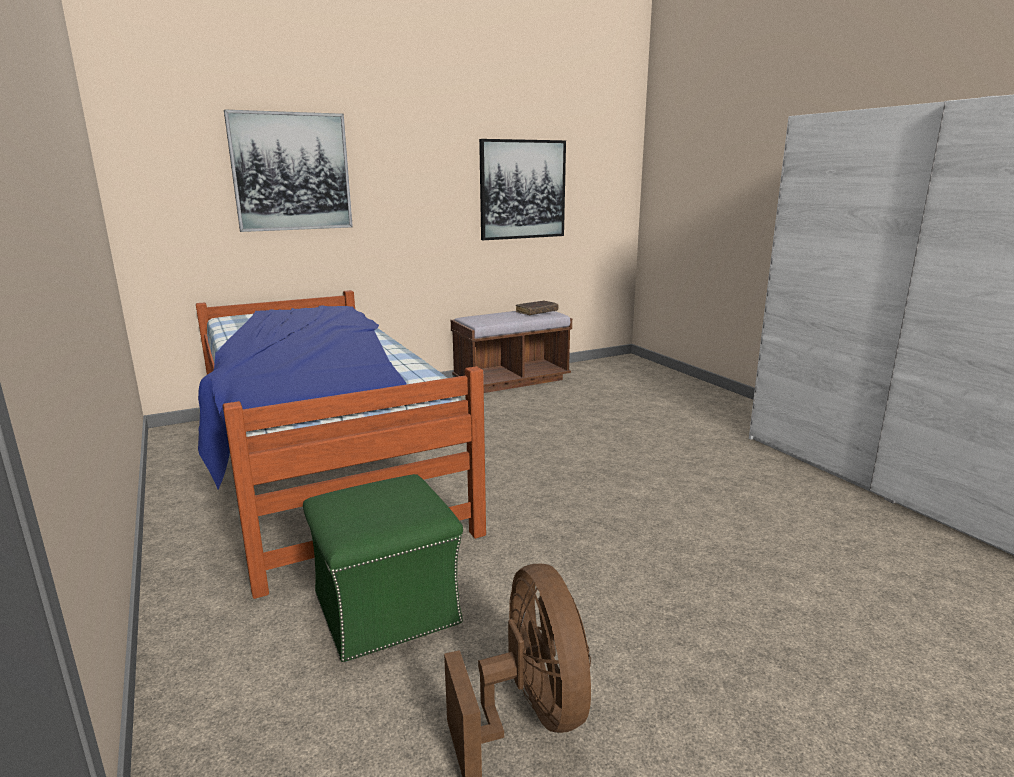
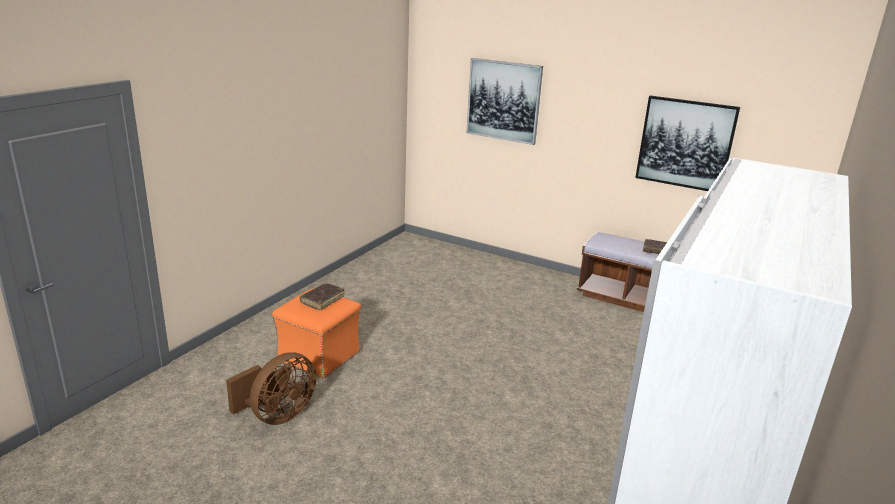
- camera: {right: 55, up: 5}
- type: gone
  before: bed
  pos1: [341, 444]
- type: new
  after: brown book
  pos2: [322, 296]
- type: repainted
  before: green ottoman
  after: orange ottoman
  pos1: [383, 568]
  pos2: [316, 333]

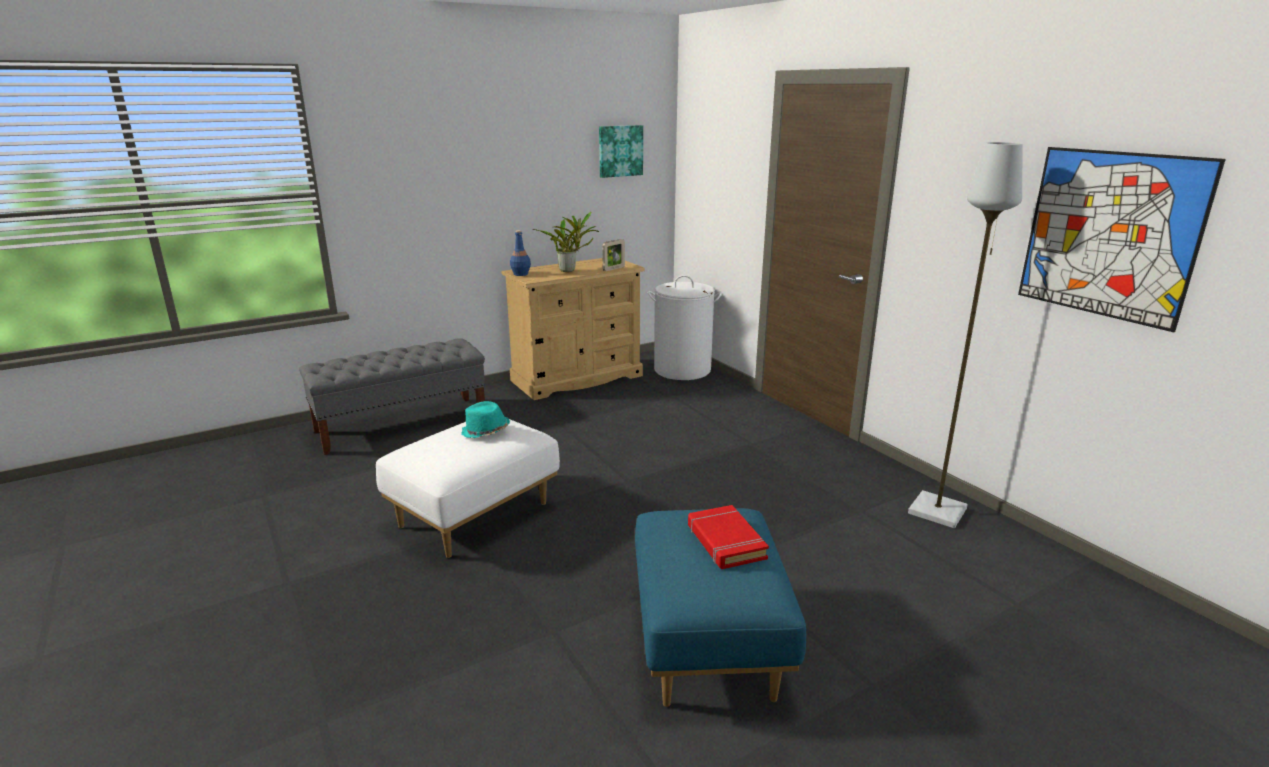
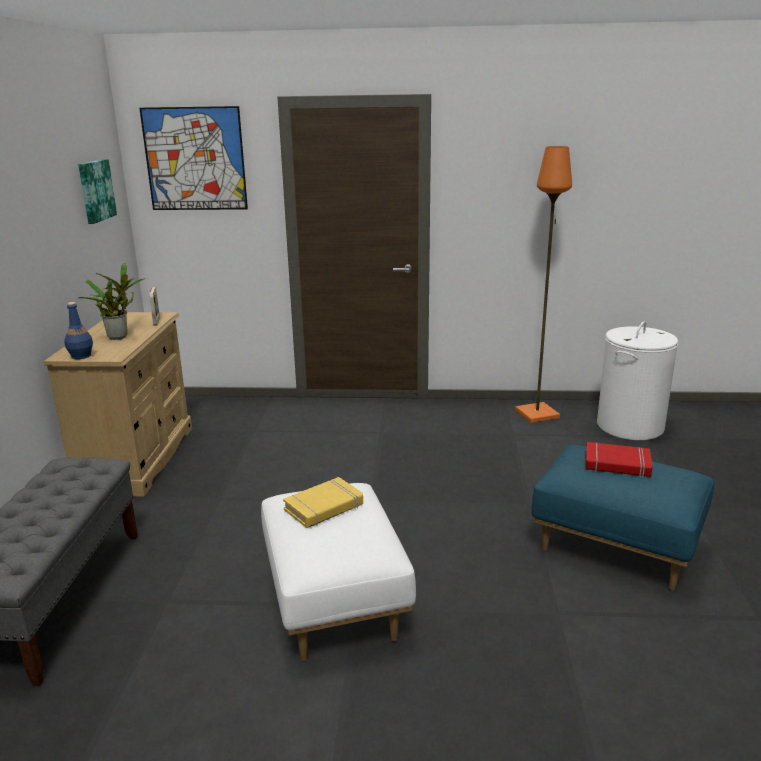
- camera: {right: -55, up: 0}
- type: shifted
  before: white laundry basket
  pos1: [685, 327]
  pos2: [637, 380]
- type: shifted
  before: picture
  pos1: [1122, 239]
  pos2: [193, 158]
- type: swapped
  before: turquoise hat
  after: yellow book
  pos1: [486, 419]
  pos2: [323, 502]
- type: repainted
  before: grey floor lamp
  after: orange floor lamp
  pos1: [965, 335]
  pos2: [543, 284]

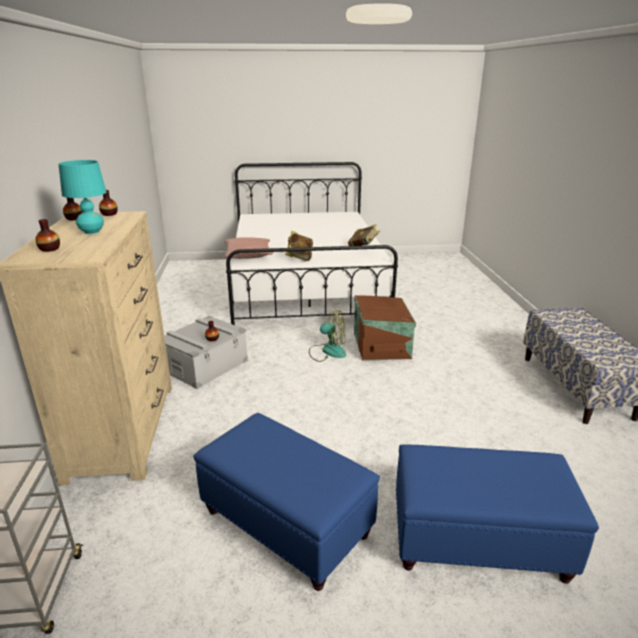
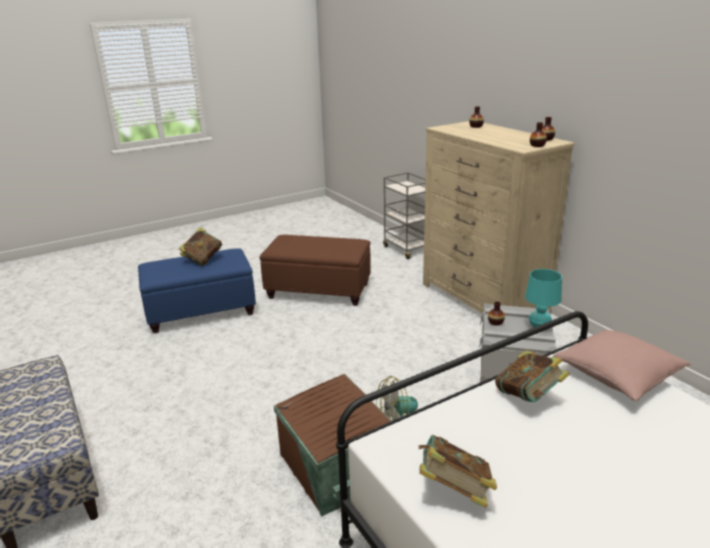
- camera: {right: 155, up: 0}
- type: new
  after: book
  pos2: [200, 247]
- type: shifted
  before: turquoise table lamp
  pos1: [82, 197]
  pos2: [543, 298]
- type: repainted
  before: blue ottoman
  after: brown ottoman
  pos1: [286, 502]
  pos2: [315, 270]

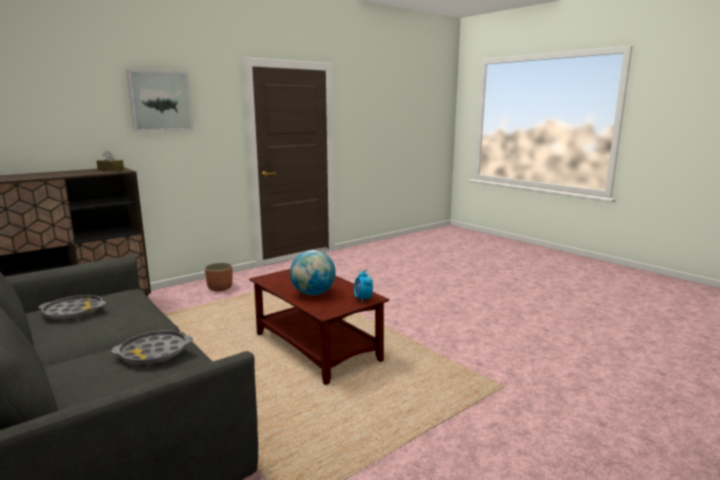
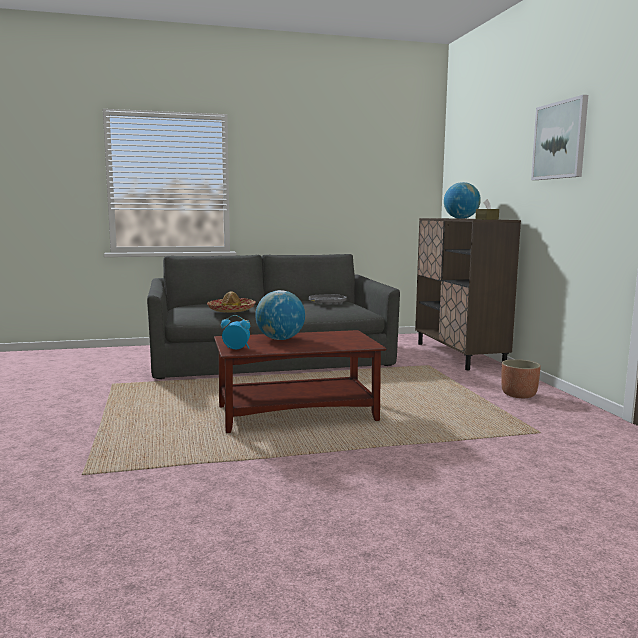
- camera: {right: 115, up: -5}
- type: new
  after: globe
  pos2: [462, 200]
- type: swapped
  before: grey tray
  after: hat
  pos1: [152, 347]
  pos2: [231, 301]

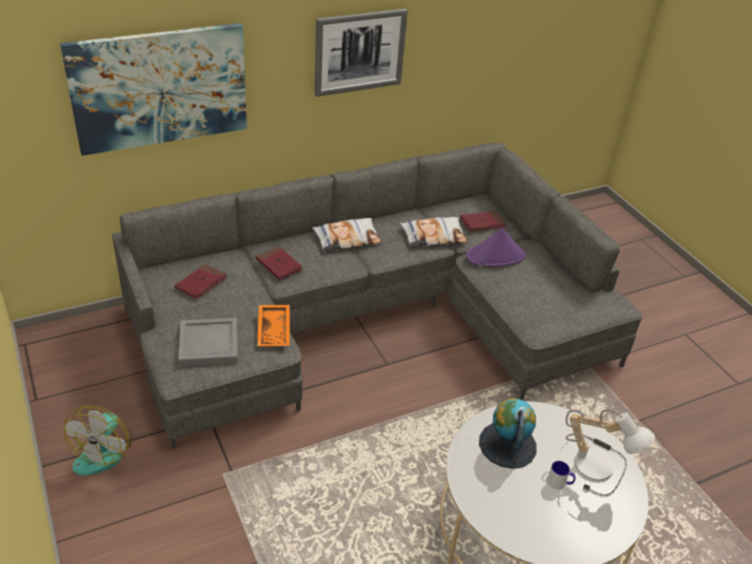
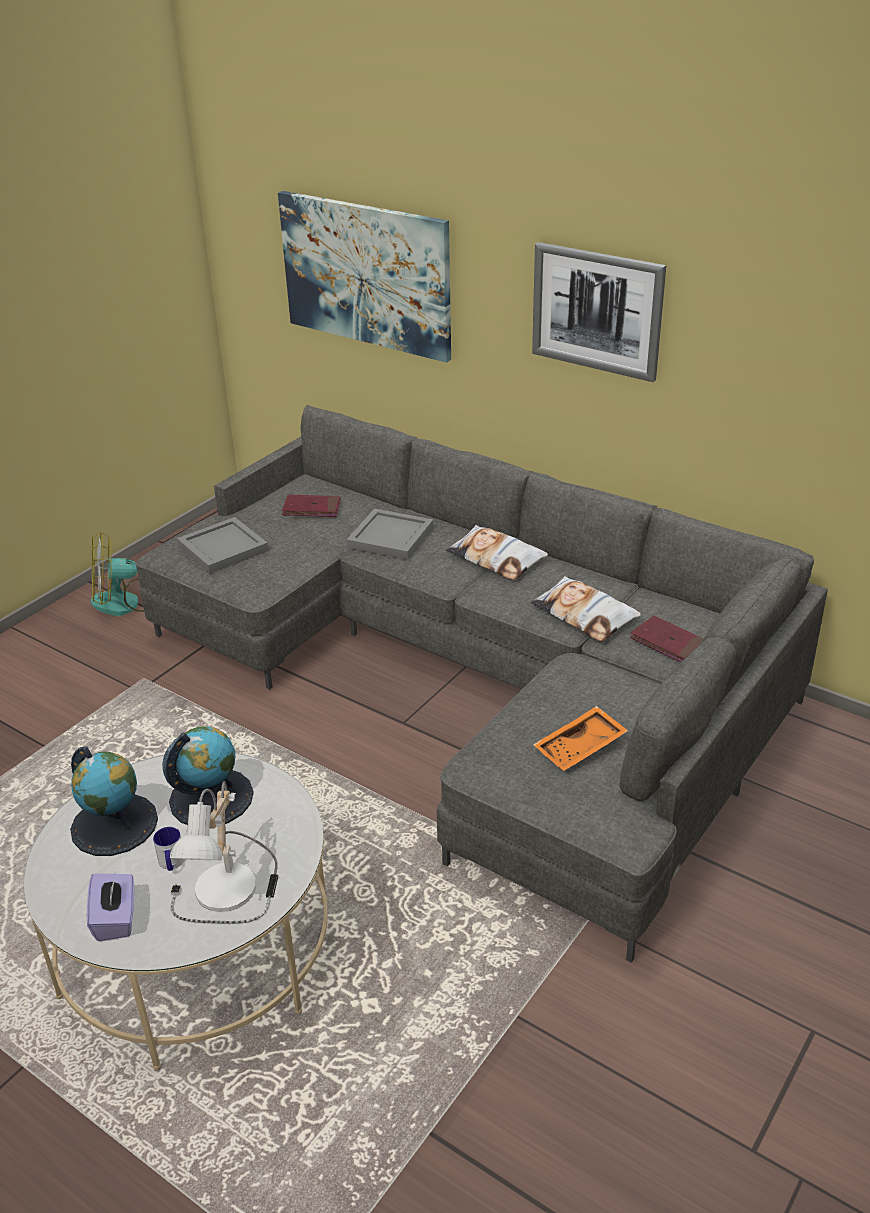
- camera: {right: 65, up: -5}
- type: gone
  before: purple hat
  pos1: [496, 247]
- type: new
  after: globe
  pos2: [114, 801]
- type: new
  after: purple tissue box
  pos2: [110, 907]
- type: shifted
  before: orange tray
  pos1: [273, 326]
  pos2: [580, 738]
- type: swapped
  before: red book
  after: grey tray
  pos1: [279, 263]
  pos2: [390, 534]

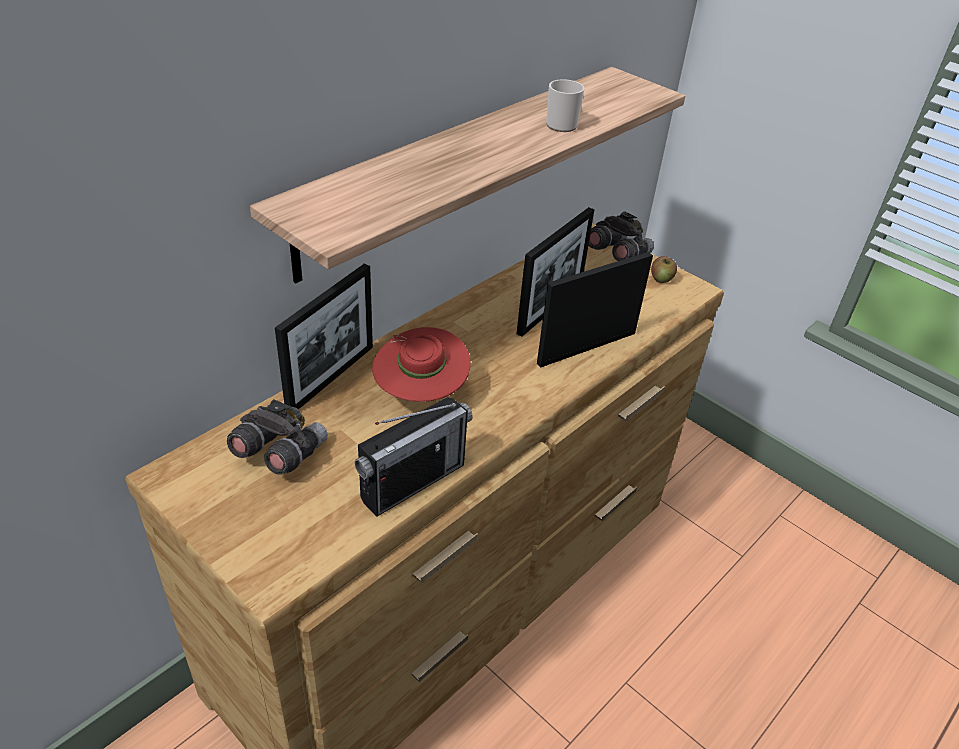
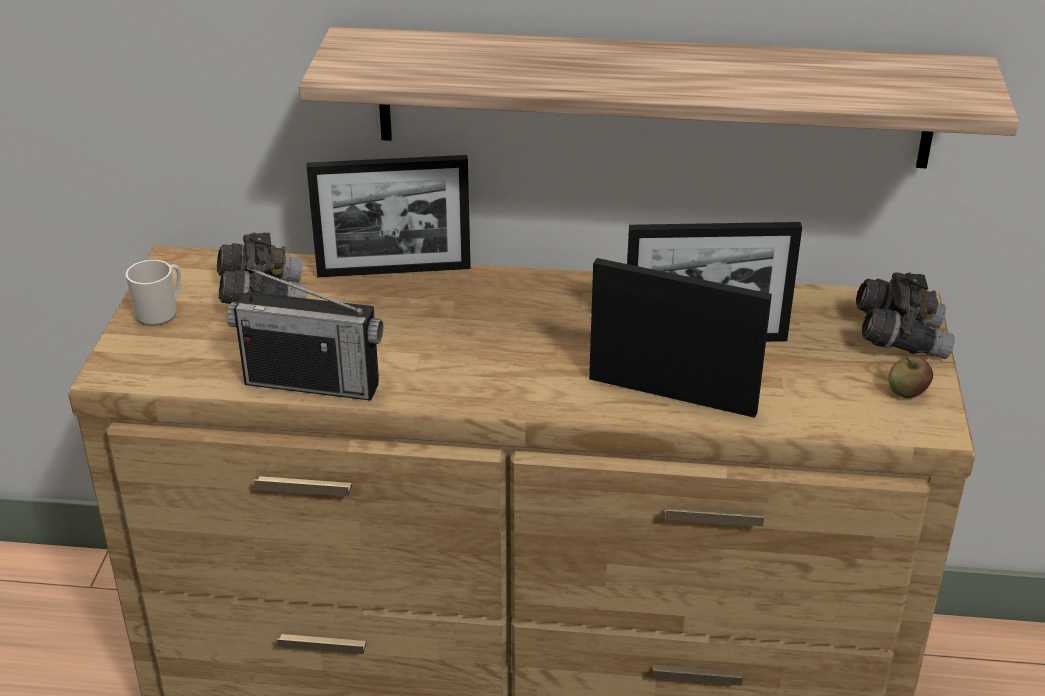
- camera: {right: 55, up: -5}
- type: gone
  before: red hat
  pos1: [421, 364]
- type: shifted
  before: mug
  pos1: [565, 105]
  pos2: [153, 293]

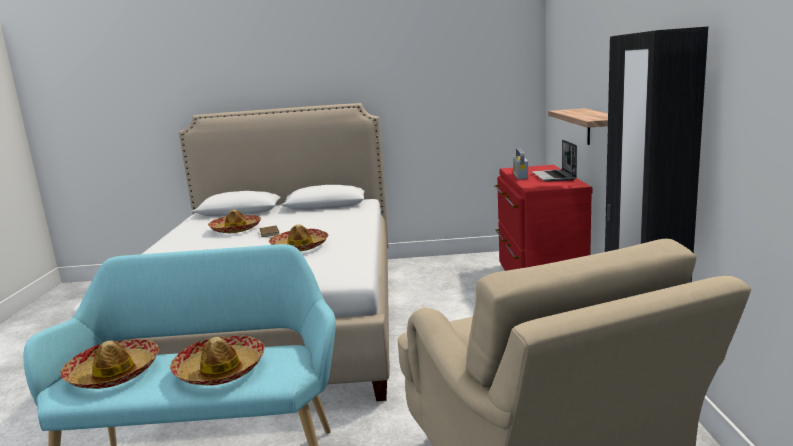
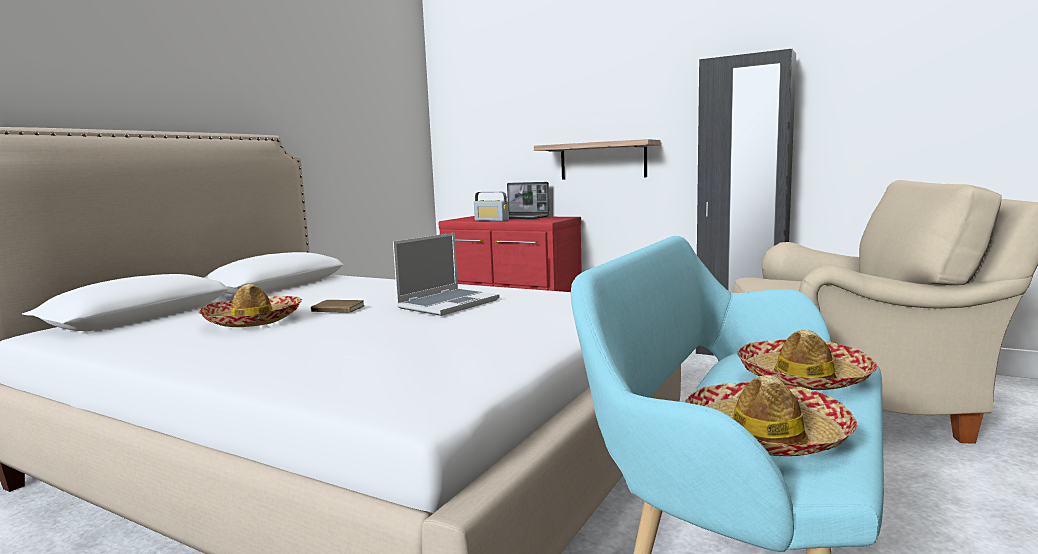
- camera: {right: -60, up: -5}
- type: swapped
  before: hat
  after: laptop
  pos1: [298, 237]
  pos2: [446, 274]

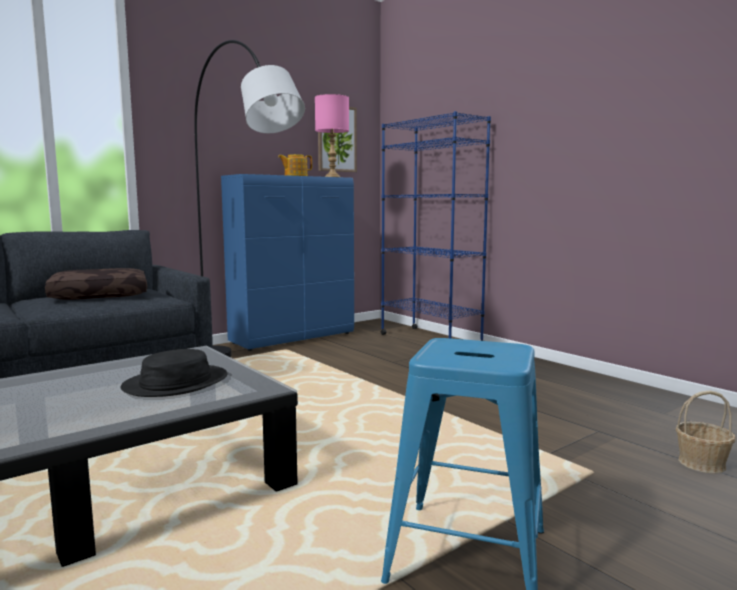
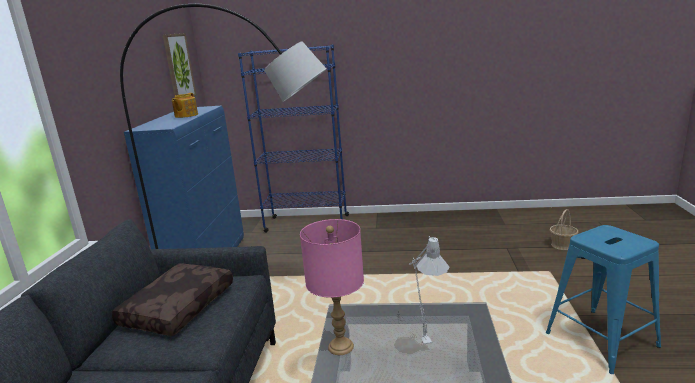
- camera: {right: -45, up: 10}
- type: shifted
  before: pink table lamp
  pos1: [332, 135]
  pos2: [332, 287]
- type: swapped
  before: black hat
  after: grey table lamp
  pos1: [174, 373]
  pos2: [429, 290]

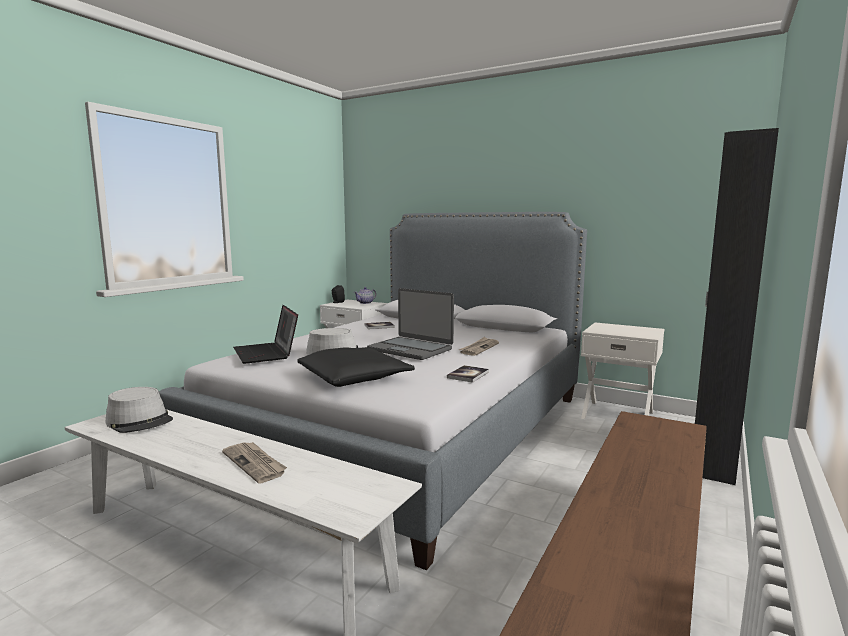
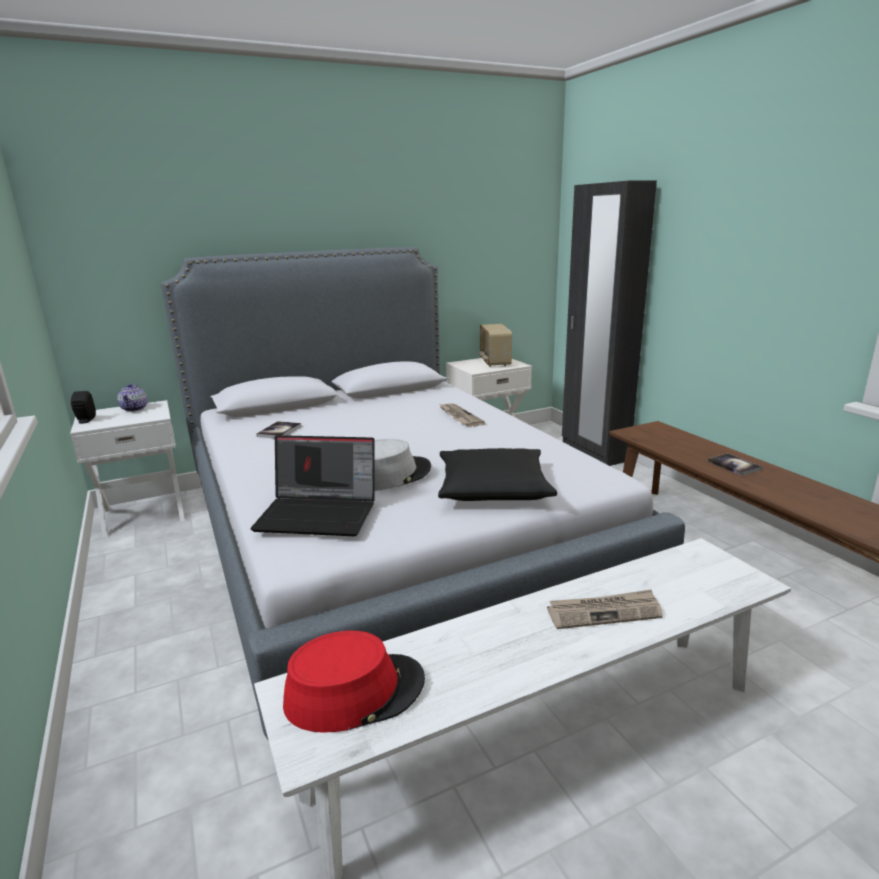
- camera: {right: -55, up: 10}
- type: gone
  before: laptop
  pos1: [410, 324]
- type: new
  after: radio
  pos2: [495, 345]
- type: shifted
  before: book
  pos1: [468, 374]
  pos2: [735, 464]
- type: repainted
  before: grey hat
  after: red hat
  pos1: [139, 410]
  pos2: [354, 681]

